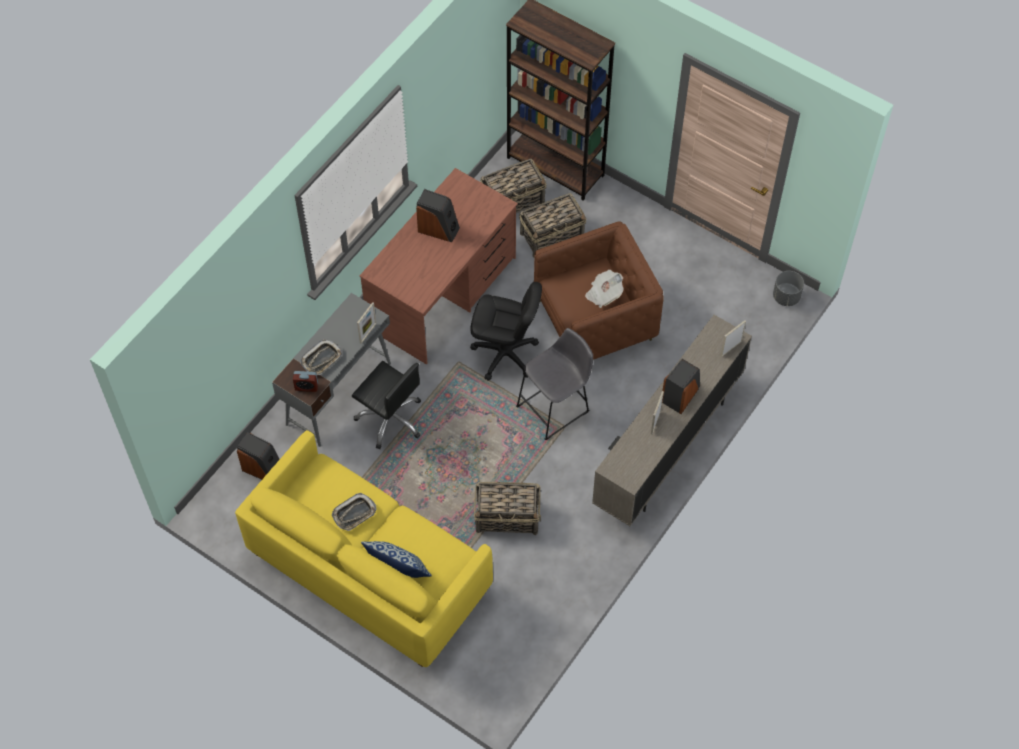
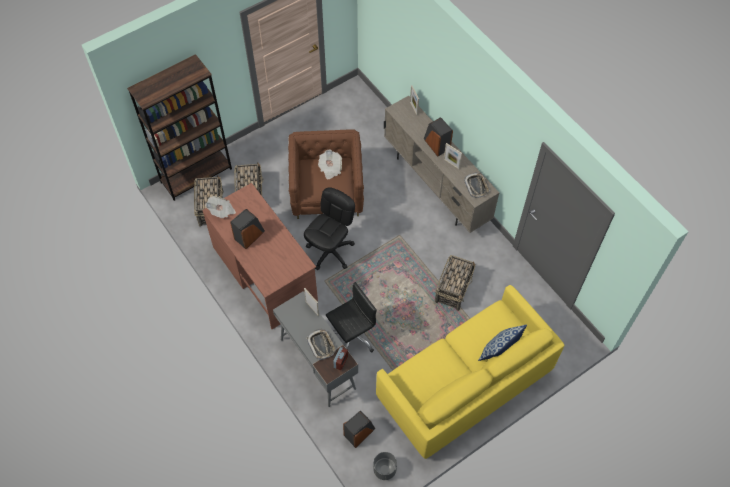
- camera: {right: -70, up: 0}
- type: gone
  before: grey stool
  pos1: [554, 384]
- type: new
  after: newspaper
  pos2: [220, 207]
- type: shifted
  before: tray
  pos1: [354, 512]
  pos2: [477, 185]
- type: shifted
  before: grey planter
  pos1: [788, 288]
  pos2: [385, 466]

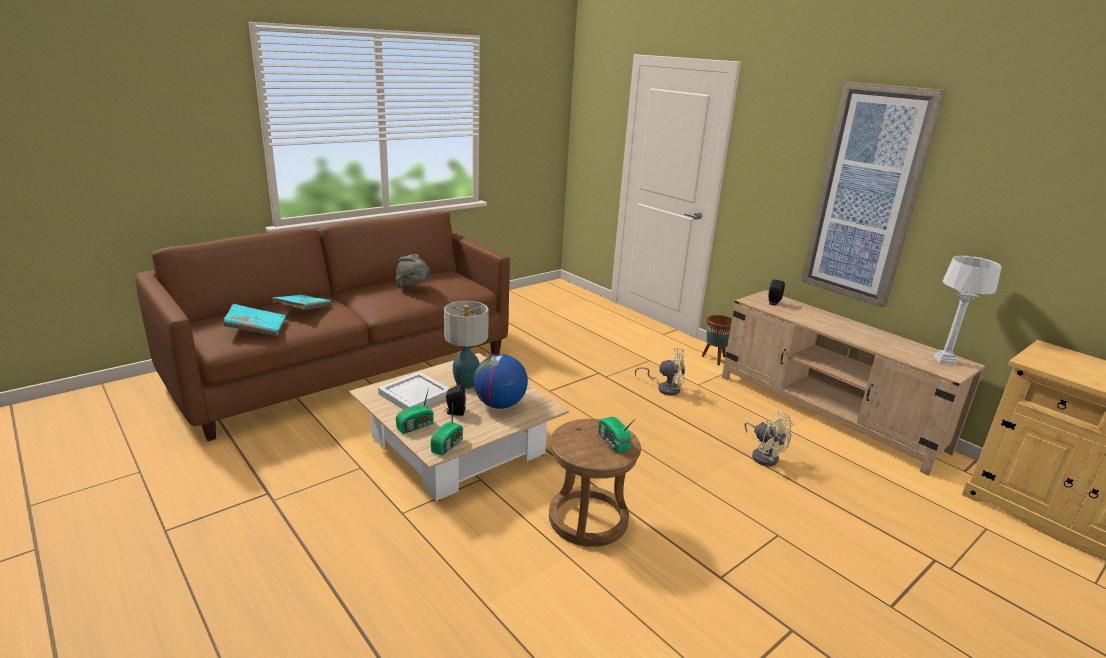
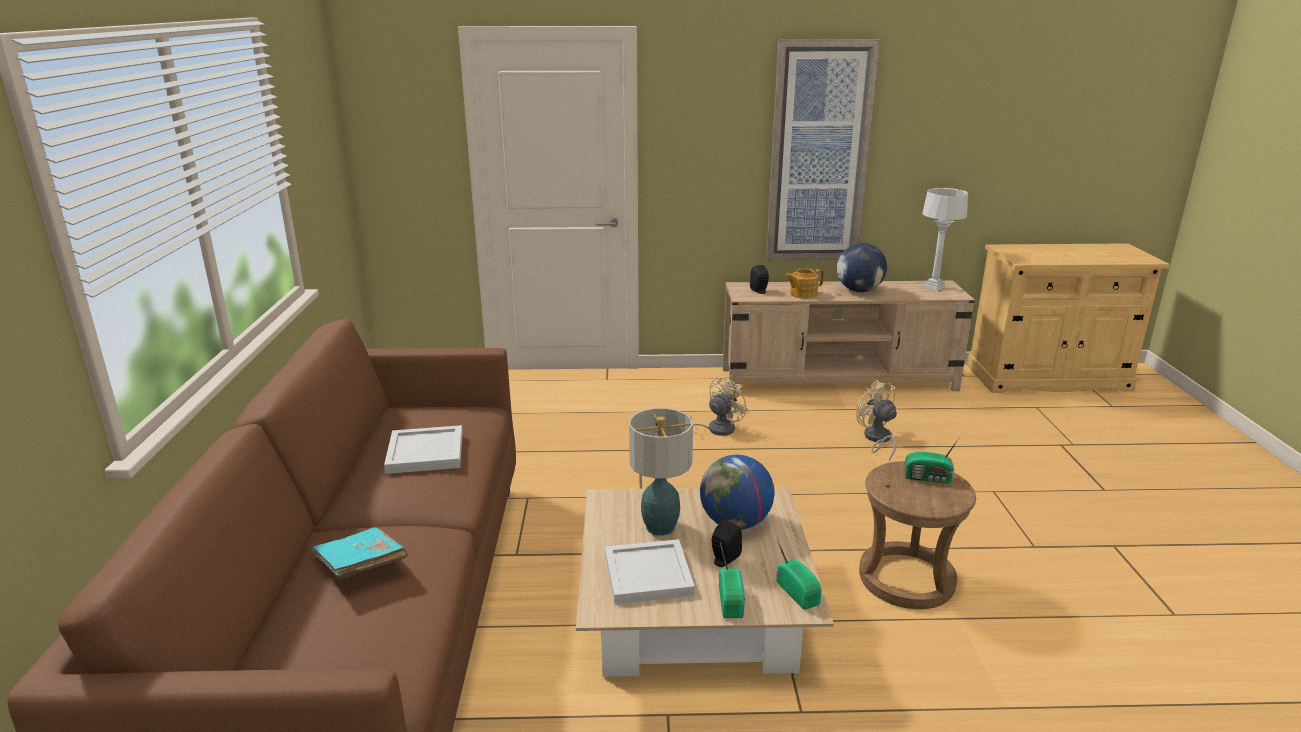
- camera: {right: -50, up: 0}
- type: gone
  before: turquoise book
  pos1: [254, 320]
- type: gone
  before: brown planter
  pos1: [717, 340]
- type: new
  after: teapot
  pos2: [804, 283]
- type: new
  after: globe
  pos2: [862, 267]
- type: swapped
  before: grey hat
  after: white tray
  pos1: [413, 271]
  pos2: [423, 449]
- type: rotated
  before: beige fan
  pos1: [769, 438]
  pos2: [876, 420]
  turn: -120

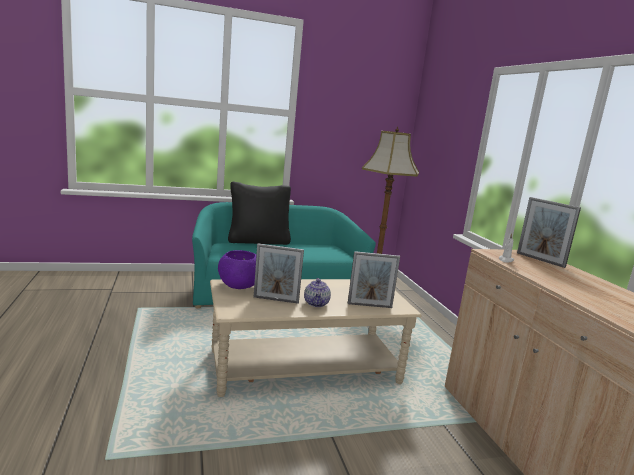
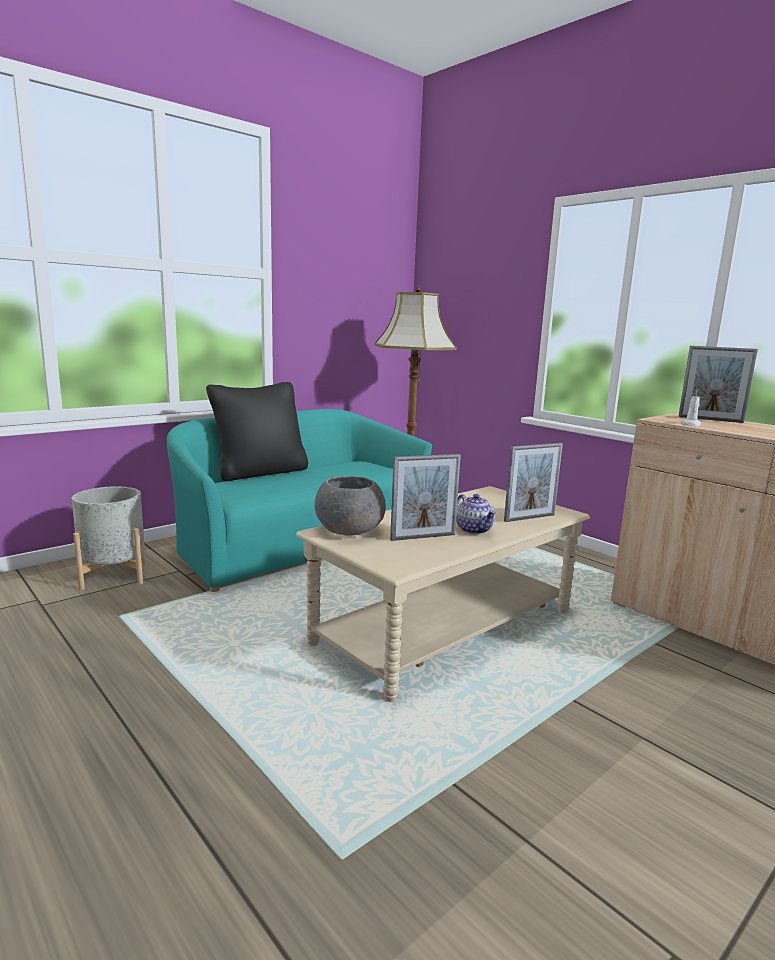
- camera: {right: -25, up: 0}
- type: new
  after: grey planter
  pos2: [108, 538]
- type: repainted
  before: purple bowl
  after: grey bowl
  pos1: [237, 269]
  pos2: [350, 505]

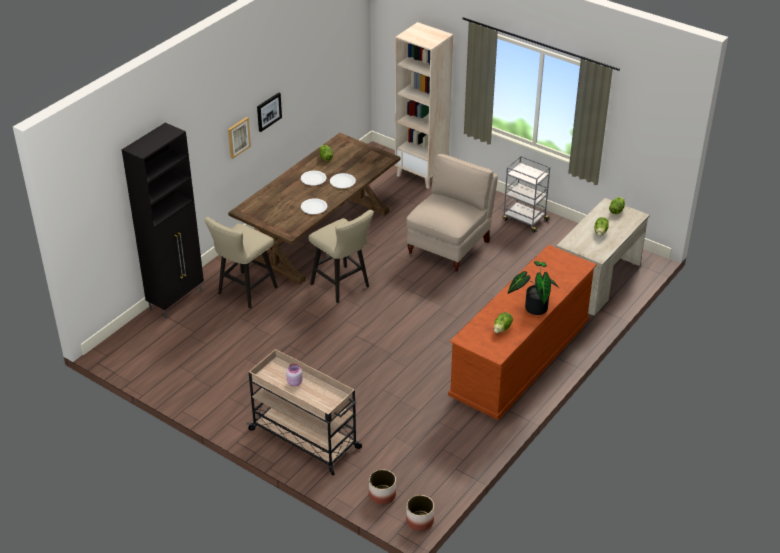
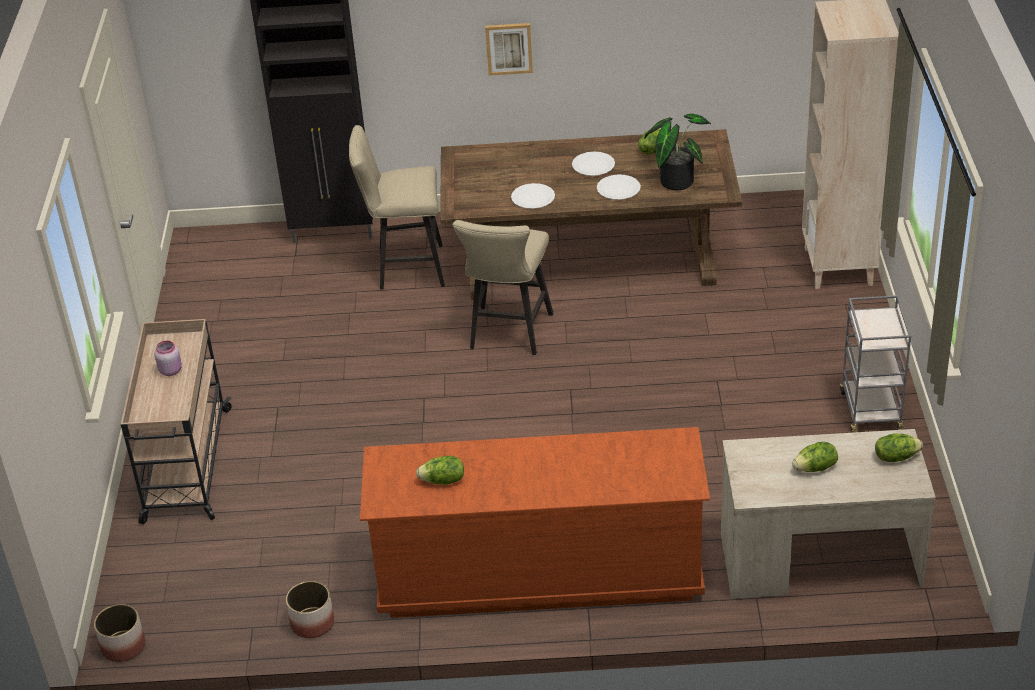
- camera: {right: 55, up: 0}
- type: gone
  before: picture
  pos1: [269, 112]
- type: gone
  before: beige chair
  pos1: [452, 214]
- type: shifted
  before: planter
  pos1: [382, 487]
  pos2: [310, 609]
- type: shifted
  before: potted plant
  pos1: [533, 288]
  pos2: [677, 152]

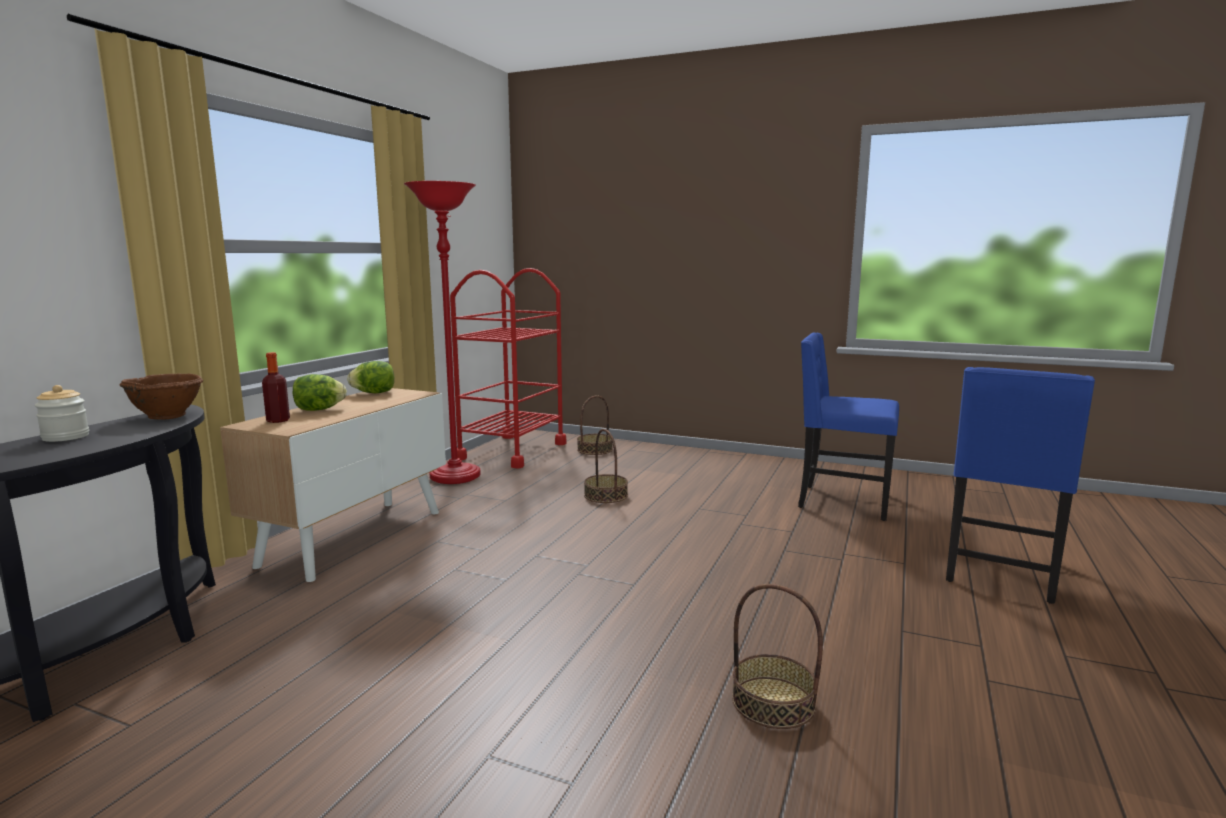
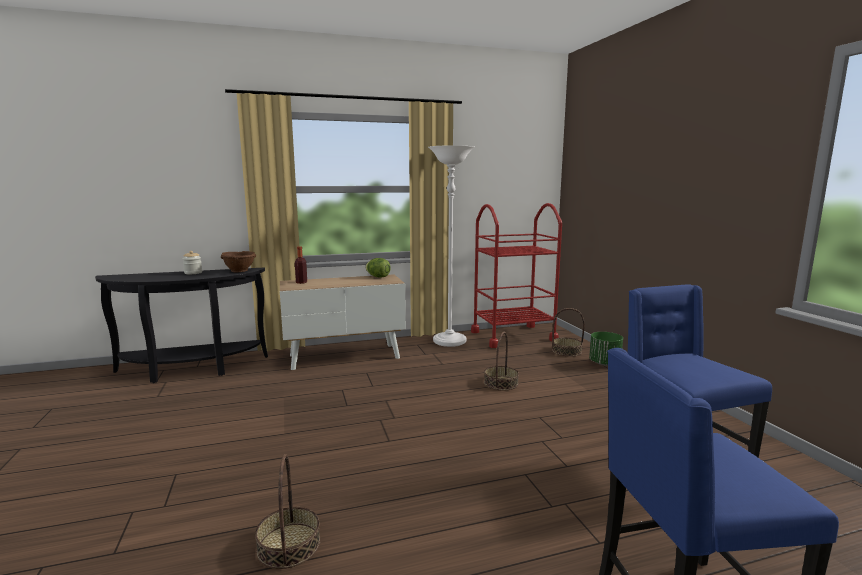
- camera: {right: 50, up: 0}
- type: gone
  before: lettuce
  pos1: [320, 392]
- type: new
  after: green planter
  pos2: [606, 349]
- type: repainted
  before: red floor lamp
  after: white floor lamp
  pos1: [442, 332]
  pos2: [451, 246]

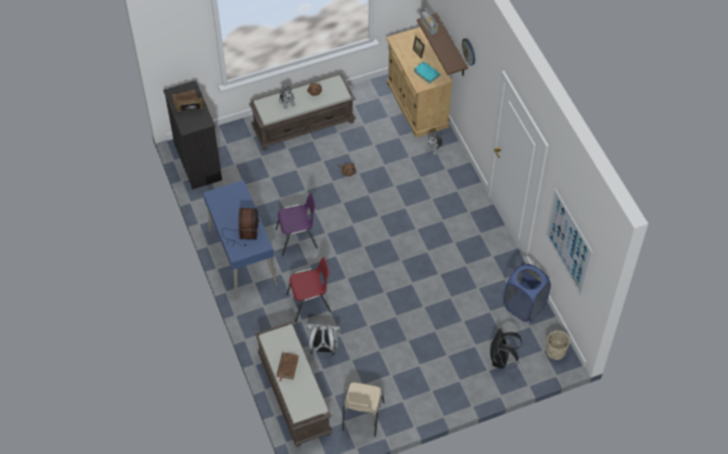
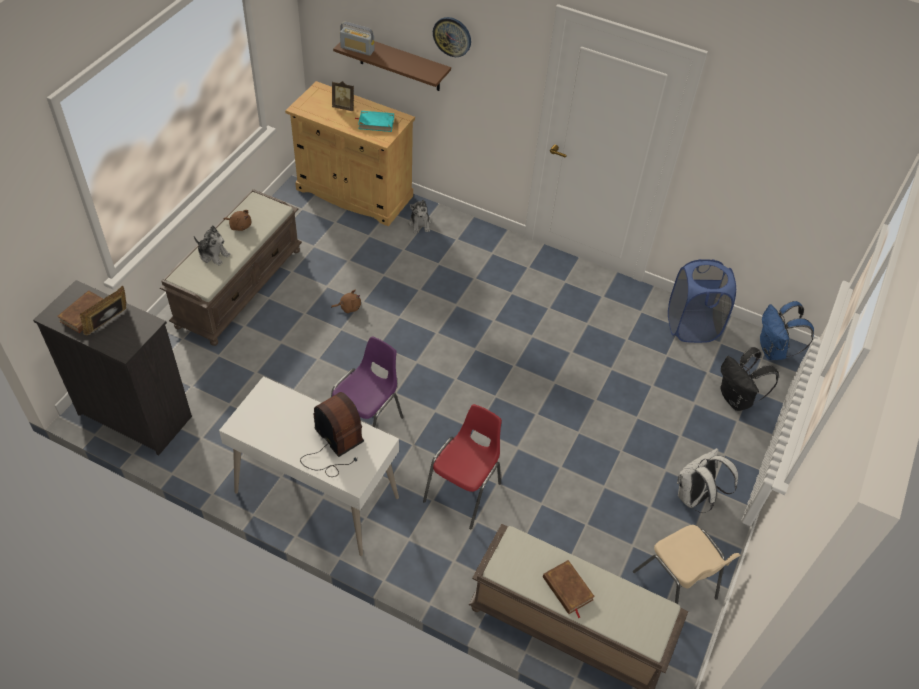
- camera: {right: -45, up: -5}
- type: gone
  before: picture
  pos1: [569, 242]
- type: shifted
  before: white backpack
  pos1: [323, 339]
  pos2: [707, 480]
- type: swapped
  before: beige planter
  after: blue backpack
  pos1: [558, 345]
  pos2: [787, 330]
- type: repainted
  before: blue desk
  after: white desk
  pos1: [240, 239]
  pos2: [309, 466]

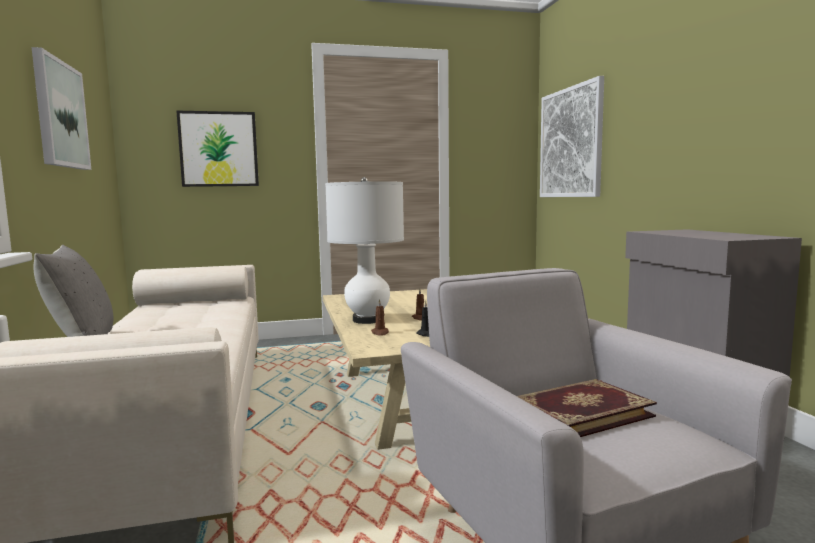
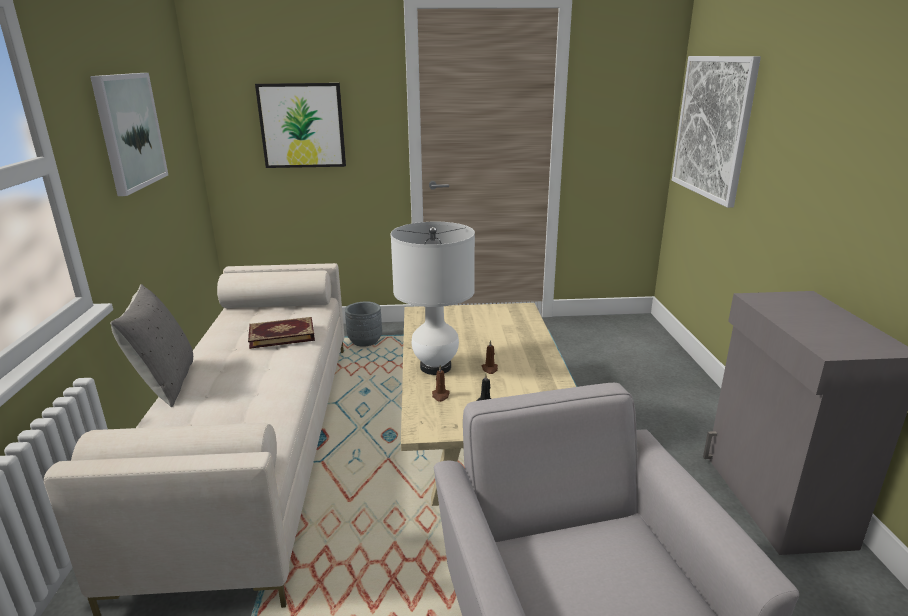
- camera: {right: 10, up: 15}
- type: new
  after: grey planter
  pos2: [363, 324]
- type: shifted
  before: book
  pos1: [587, 408]
  pos2: [281, 333]

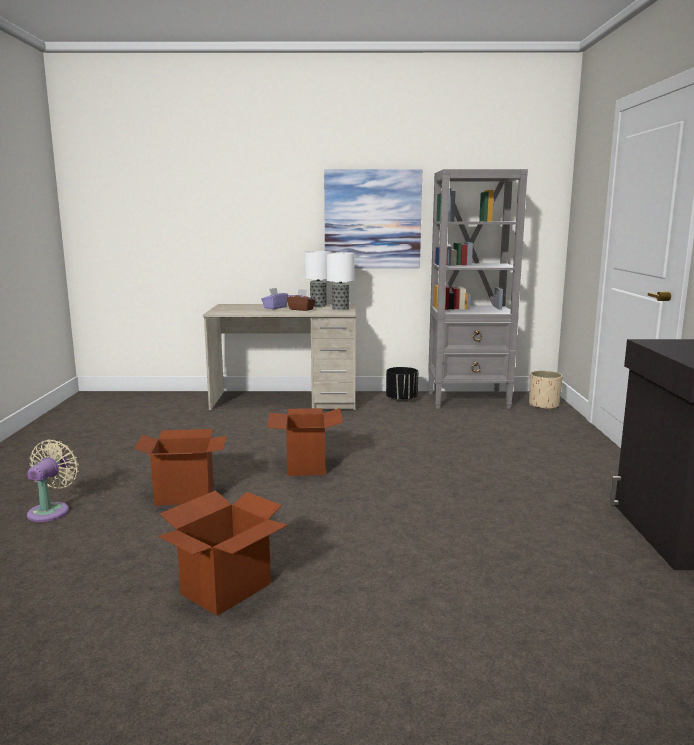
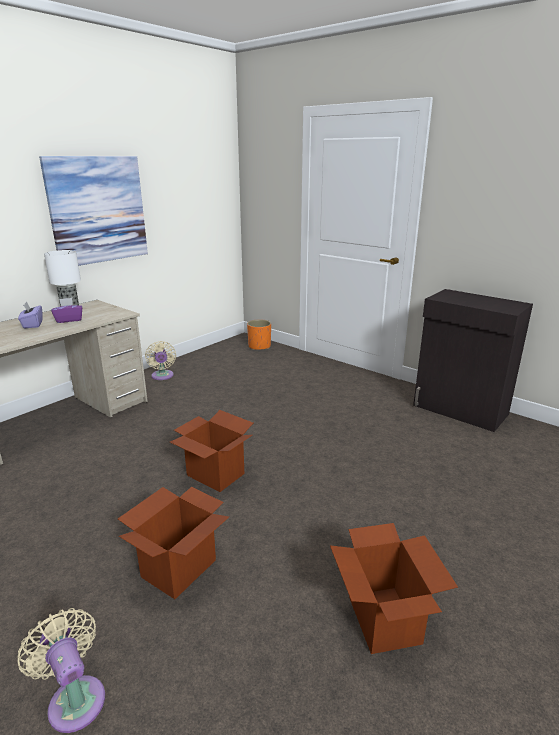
- camera: {right: -50, up: 10}
- type: gone
  before: table lamp
  pos1: [340, 281]
- type: gone
  before: grey bookcase
  pos1: [478, 289]
- type: swapped
  before: black planter
  after: beige fan
  pos1: [402, 384]
  pos2: [160, 360]
- type: repainted
  before: brown tissue box
  after: purple tissue box
  pos1: [301, 300]
  pos2: [66, 310]
- type: repainted
  before: beige planter
  after: orange planter
  pos1: [546, 390]
  pos2: [259, 335]

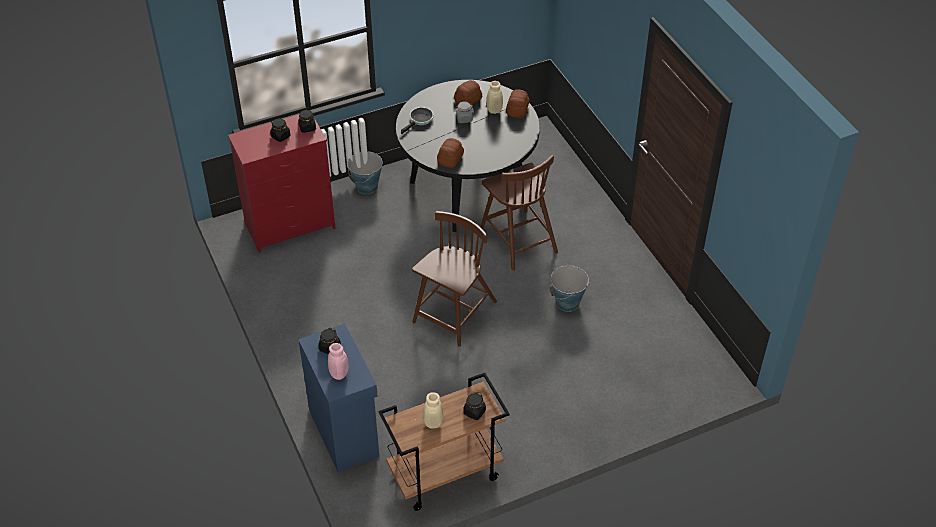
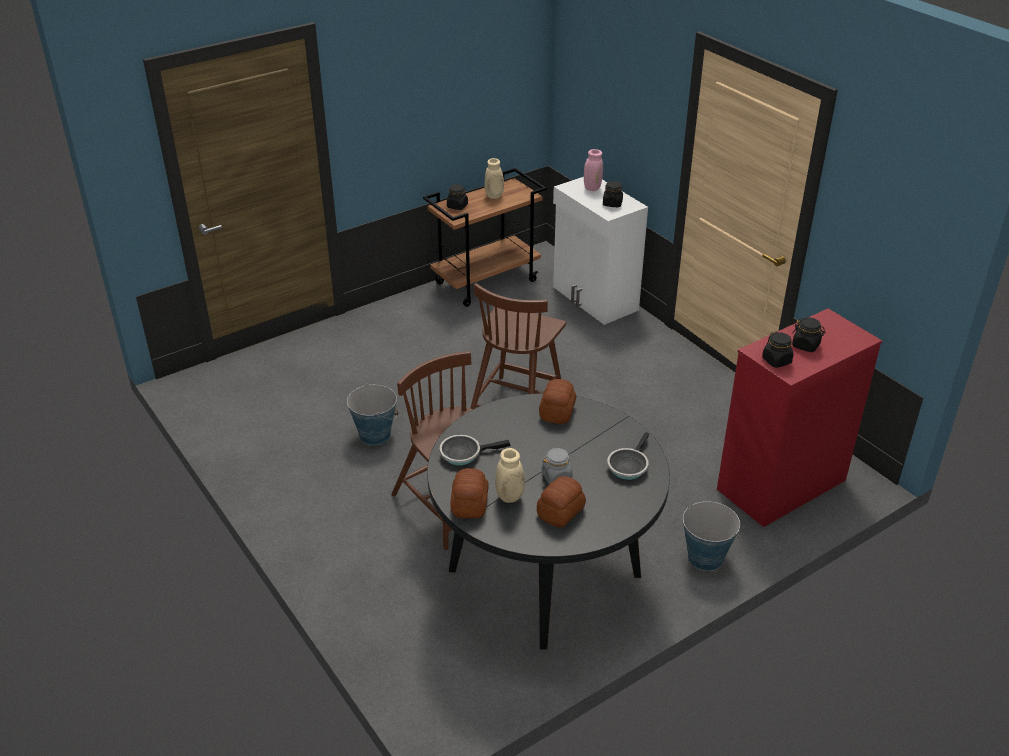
- camera: {right: 170, up: -10}
- type: new
  after: frying pan
  pos2: [475, 450]
- type: repainted
  before: blue cabinet
  after: white cabinet
  pos1: [339, 398]
  pos2: [600, 251]

